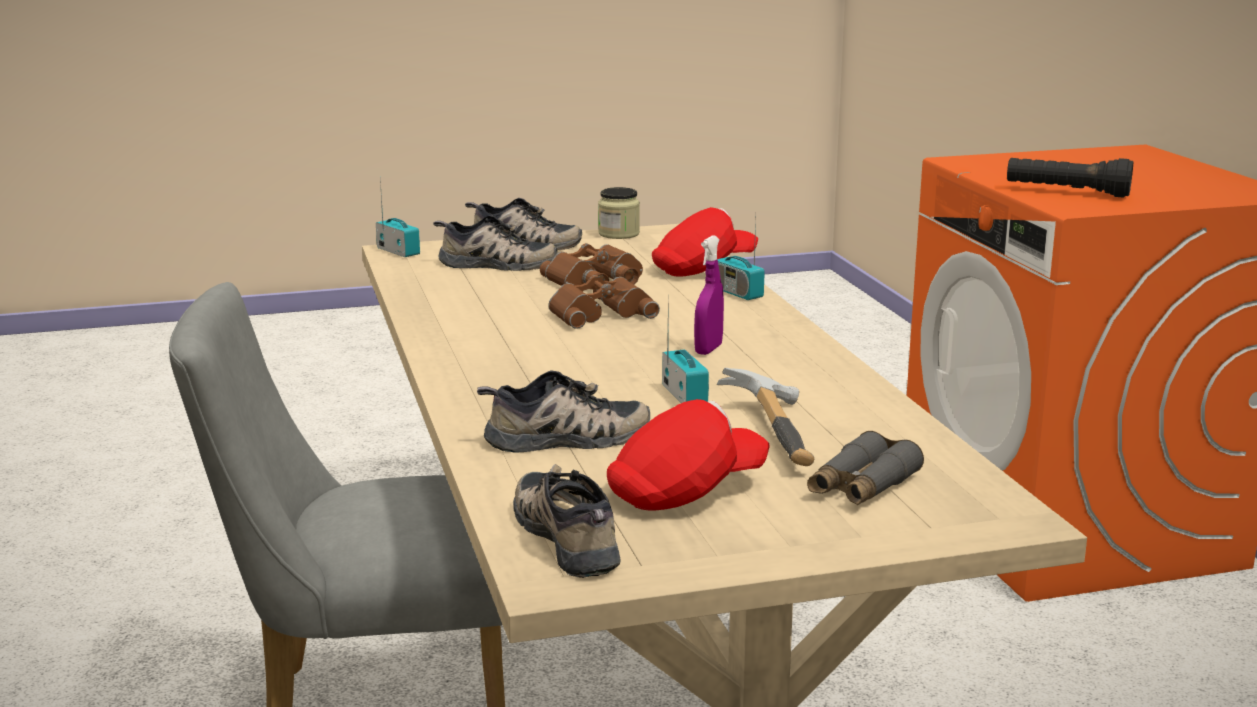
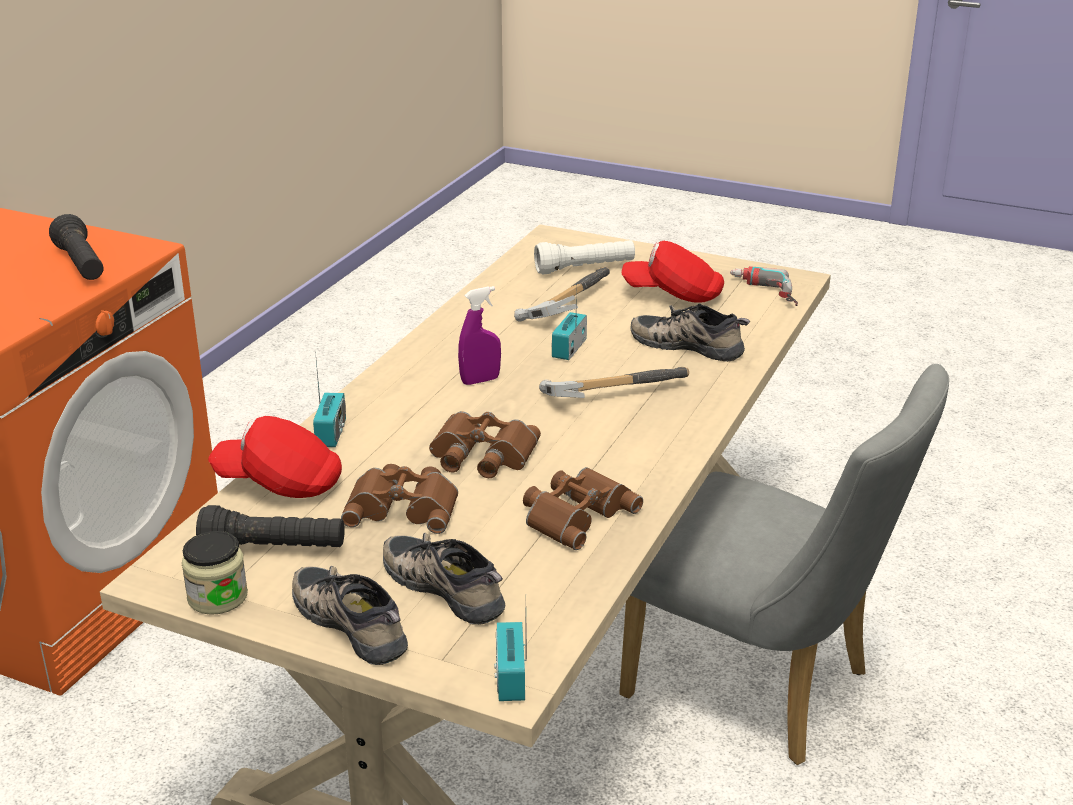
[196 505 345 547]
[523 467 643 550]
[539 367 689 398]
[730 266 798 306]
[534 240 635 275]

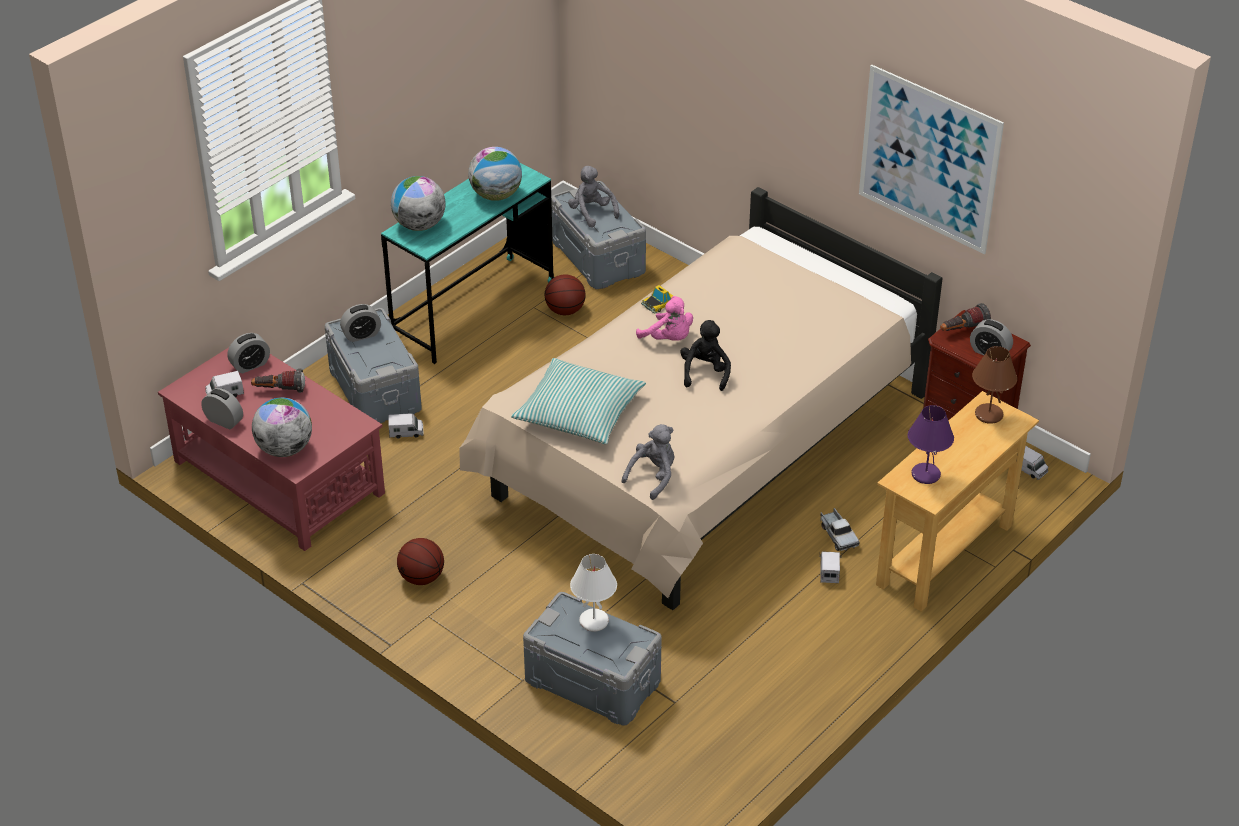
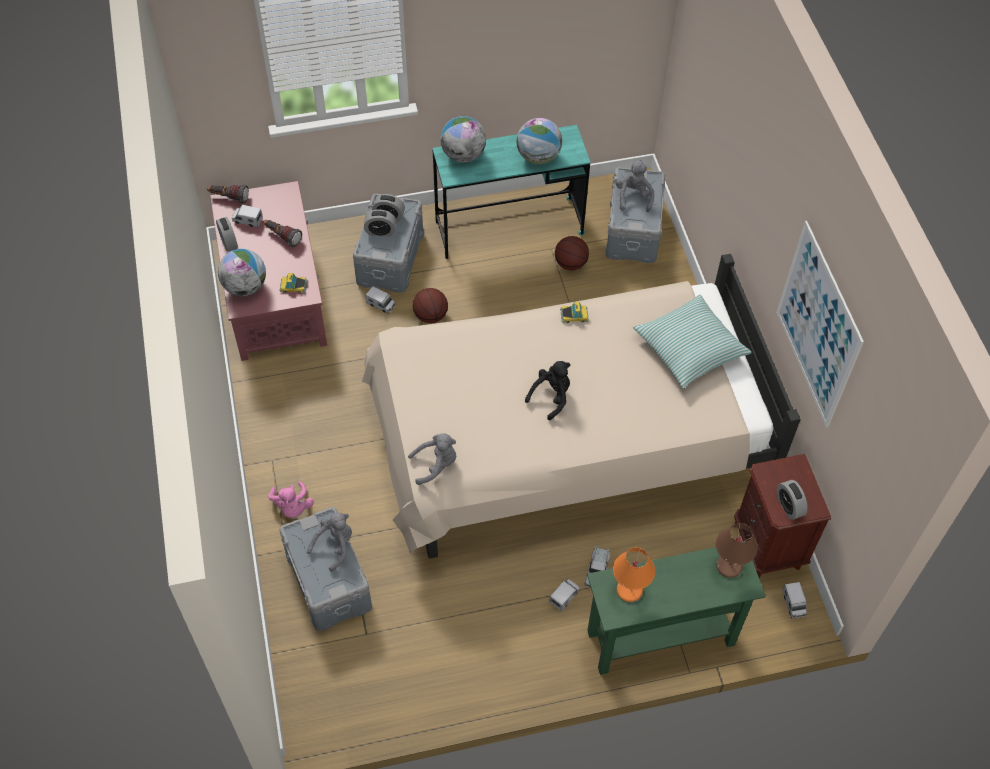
[279 273 308 293]
[364 209 396 236]
[413 288 448 323]
[633 294 752 389]
[268 481 314 518]
[207 185 249 204]
[307 513 352 572]
[587 541 766 675]
[613 547 655 602]

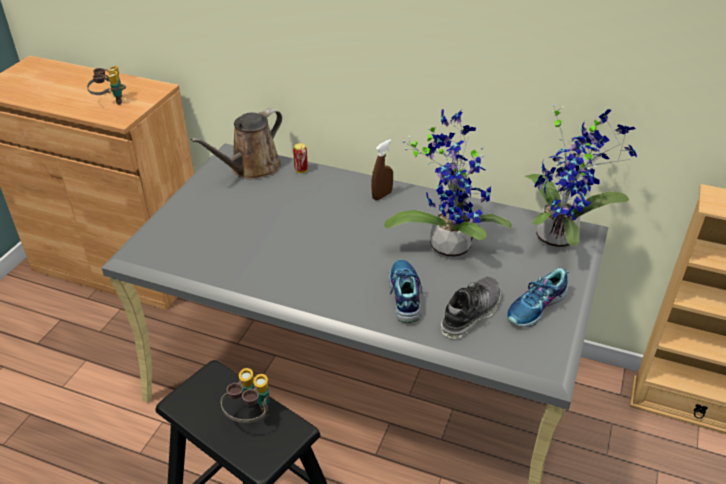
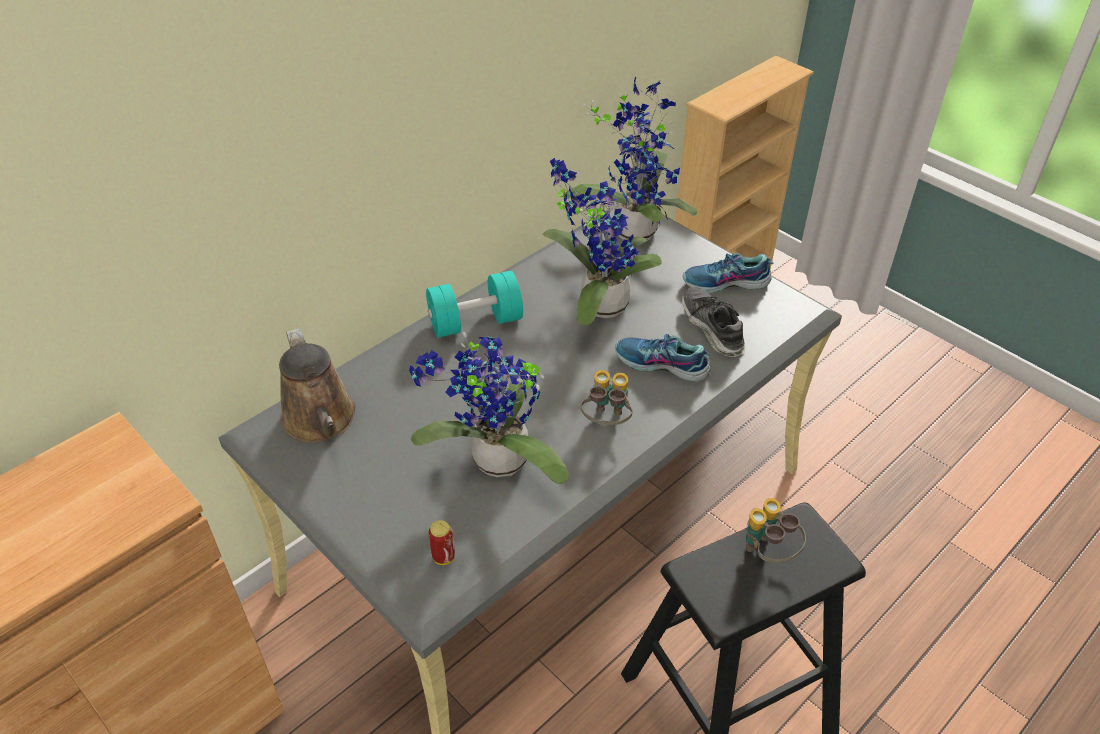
[409 332 569 484]
[581 370 632 425]
[428 520 455 565]
[426 271 523 338]
[683 253 773 293]

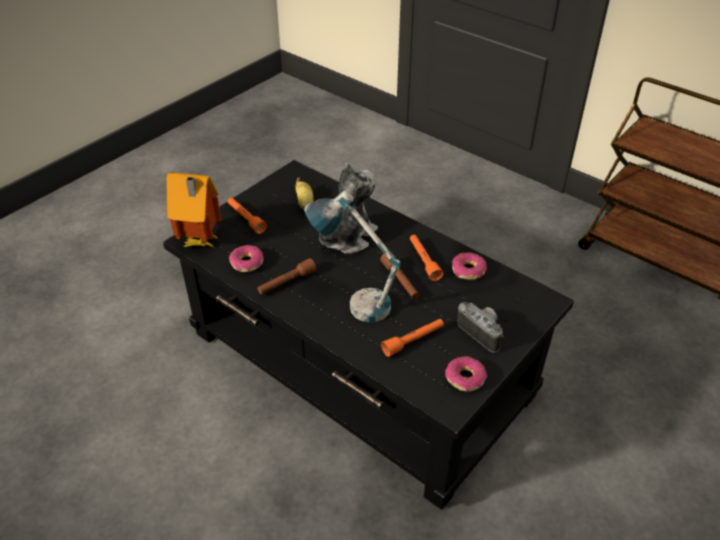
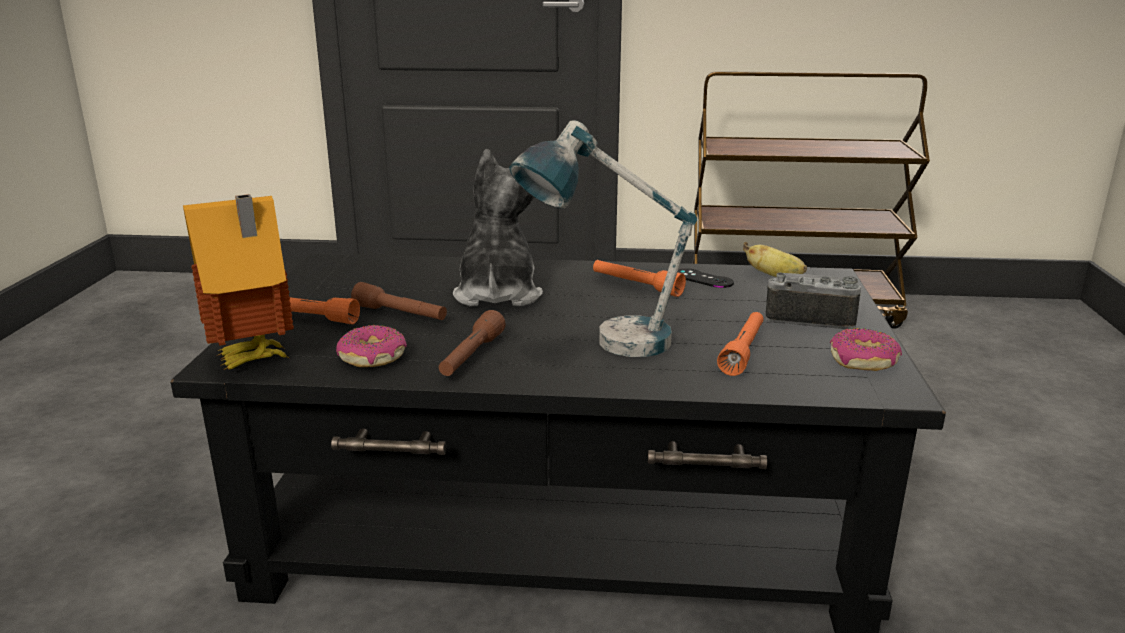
[743 242 807 277]
[351 282 447 320]
[678 269 734 288]

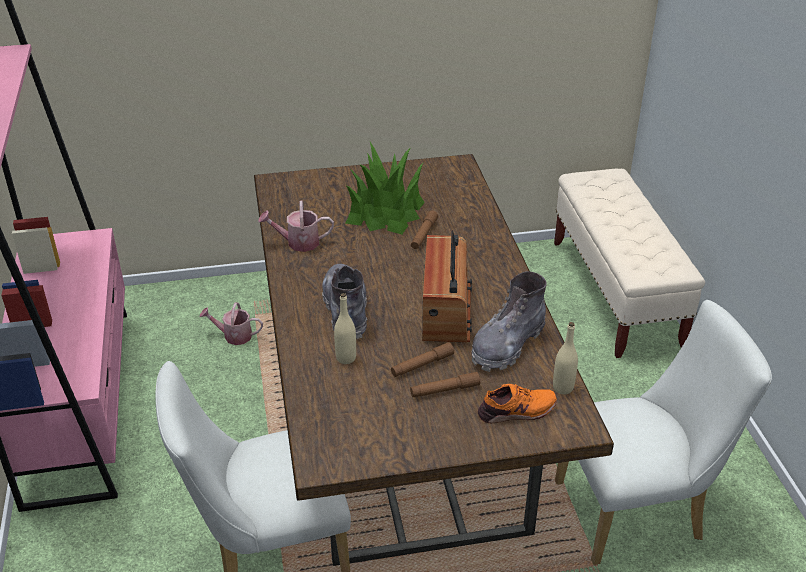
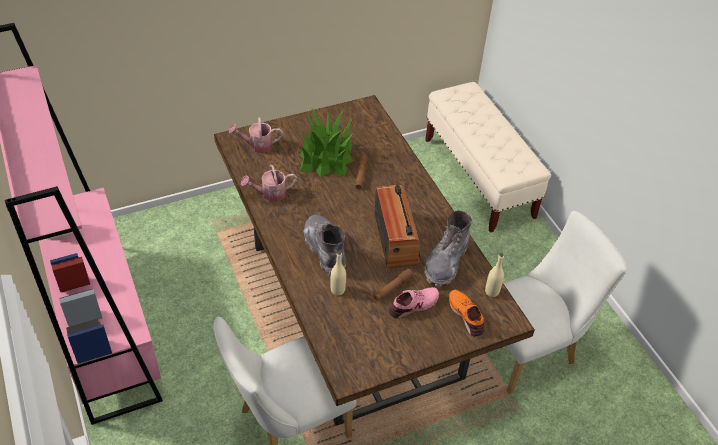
[228 117 283 153]
[389 287 439 319]
[449 290 484 337]

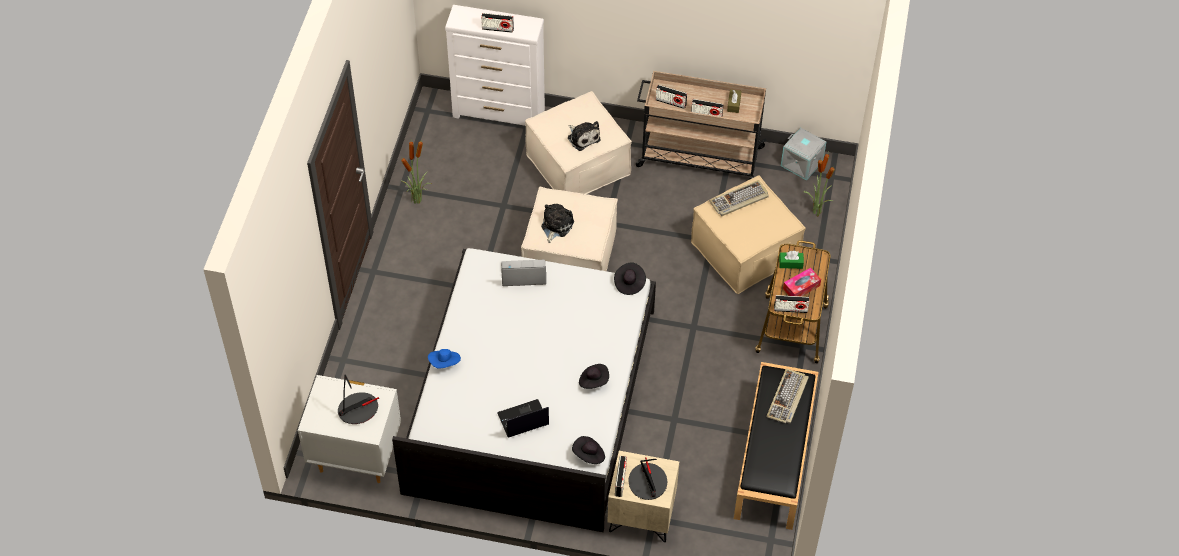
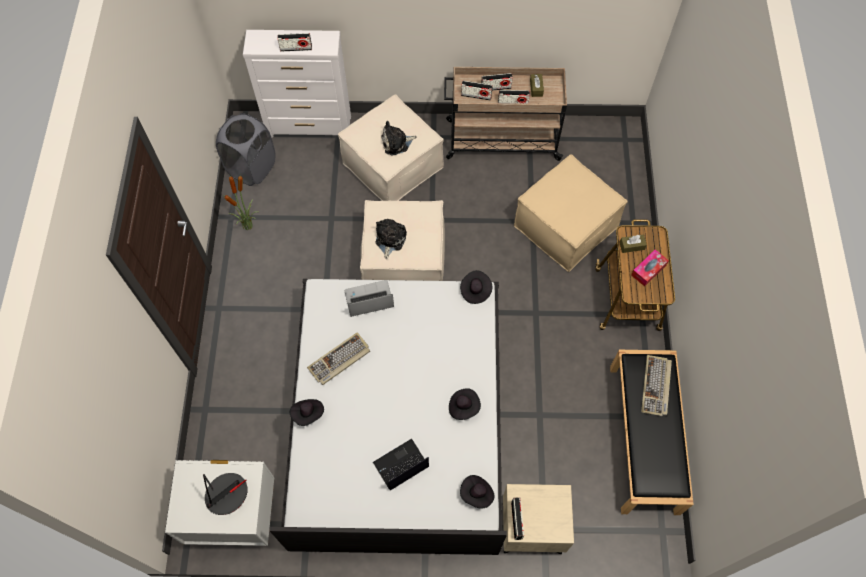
[628 457 667 500] (first image)
[781 127 826 181] (first image)
[804 152 835 217] (first image)
[216 113 276 186]
[307 332 370 385]
[481 73 513 91]
[290 399 324 426]
[619 234 647 253]
[381 121 417 155]

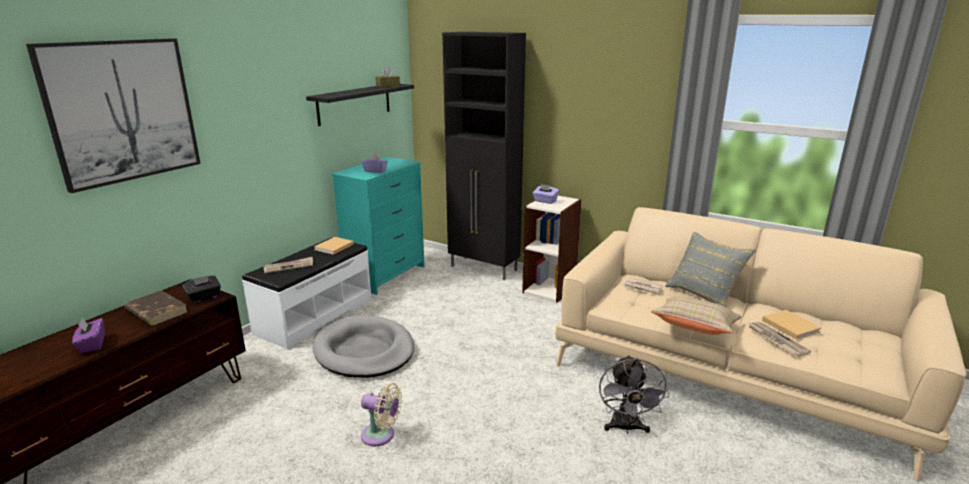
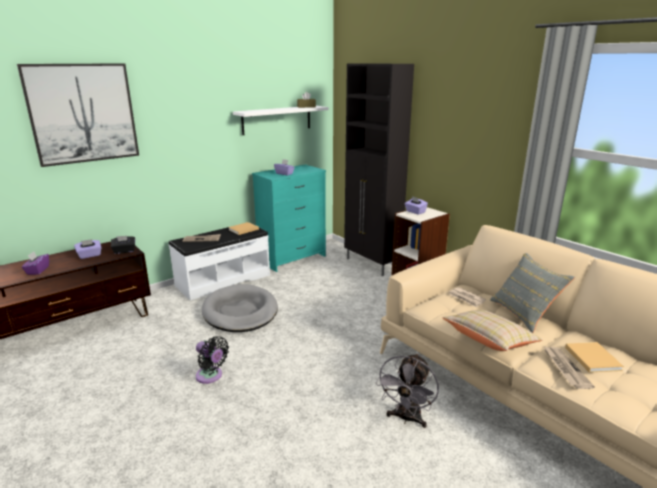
[74 239 102 259]
[233 106 329 135]
[196 336 229 384]

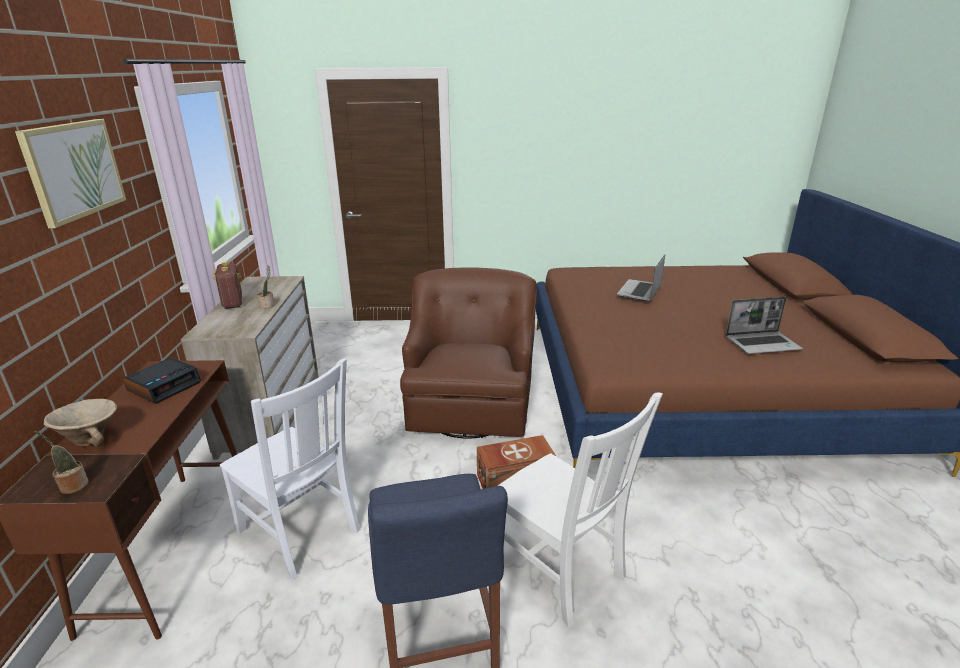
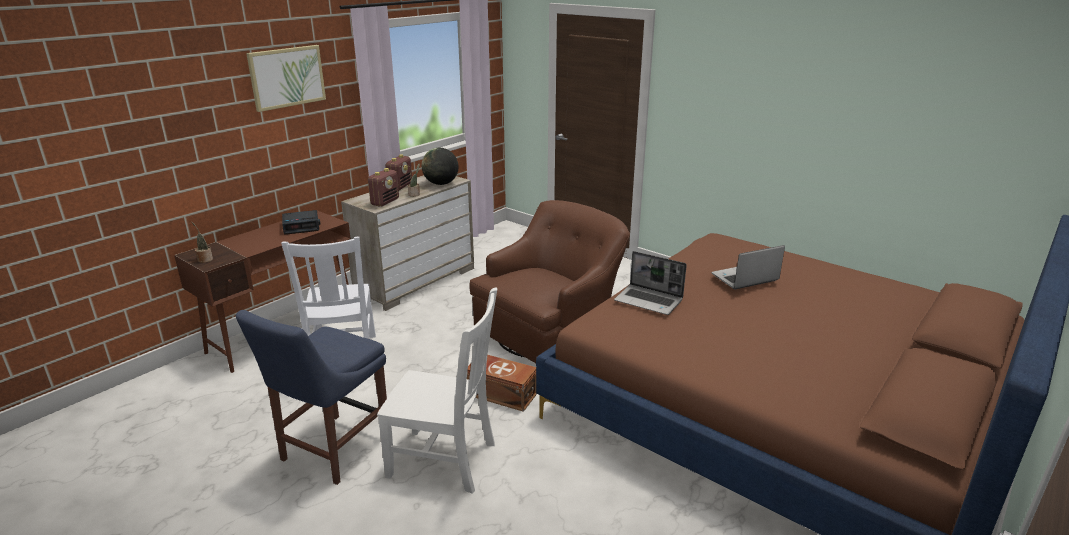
[44 399 117 447] (first image)
[368 168 399 206]
[422 148 459 185]
[614 251 687 315]
[377 287 497 494]

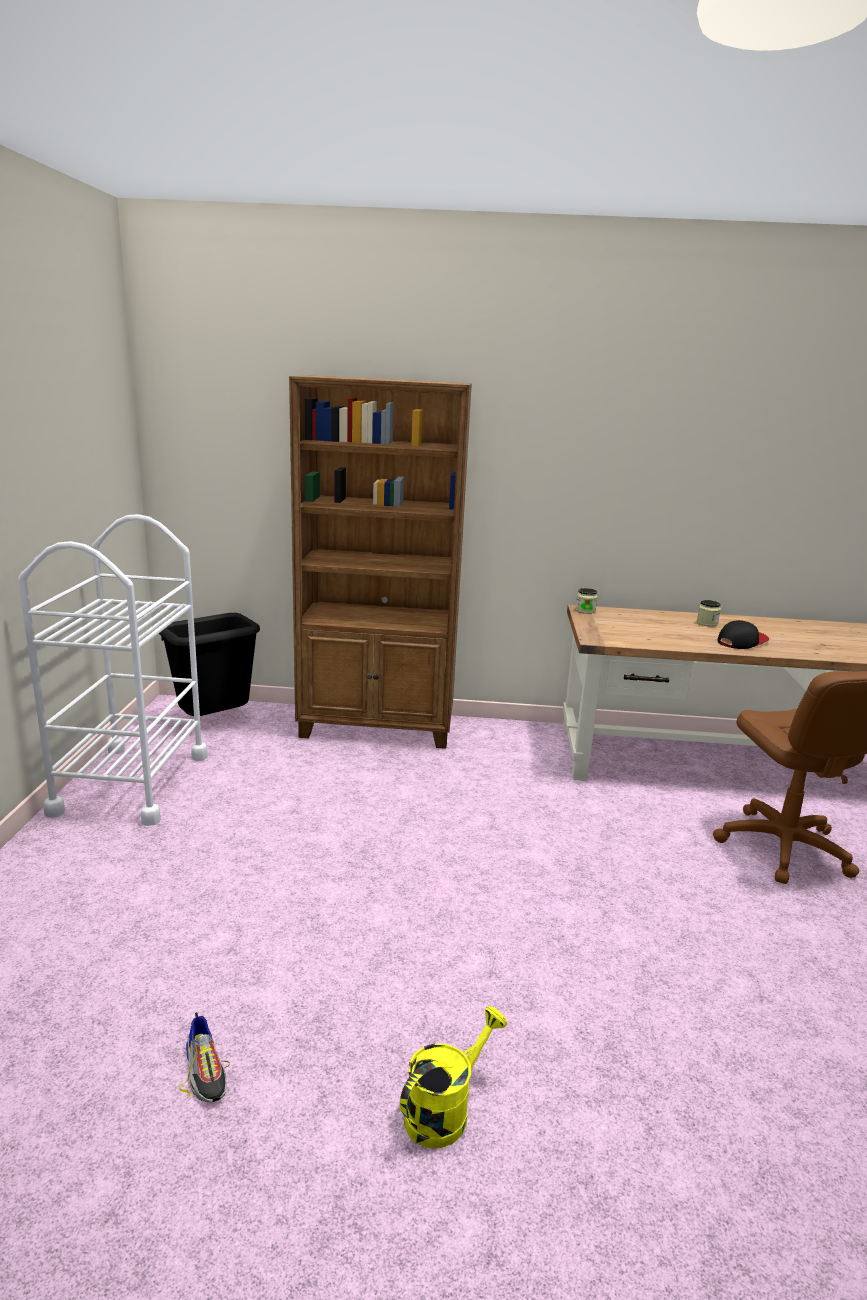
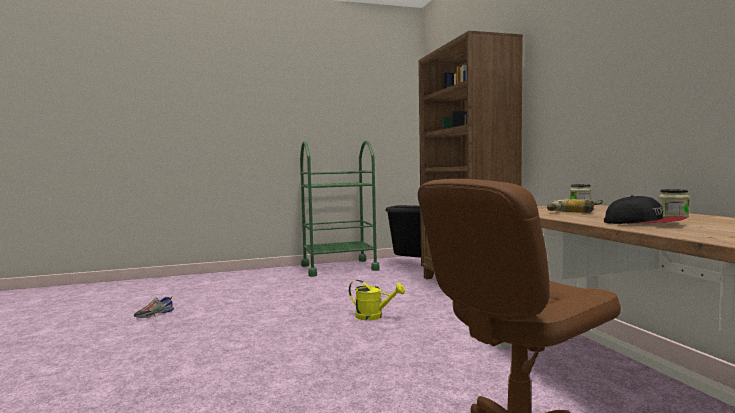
[547 198 603 213]
[349 280 405 320]
[300 140 379 277]

